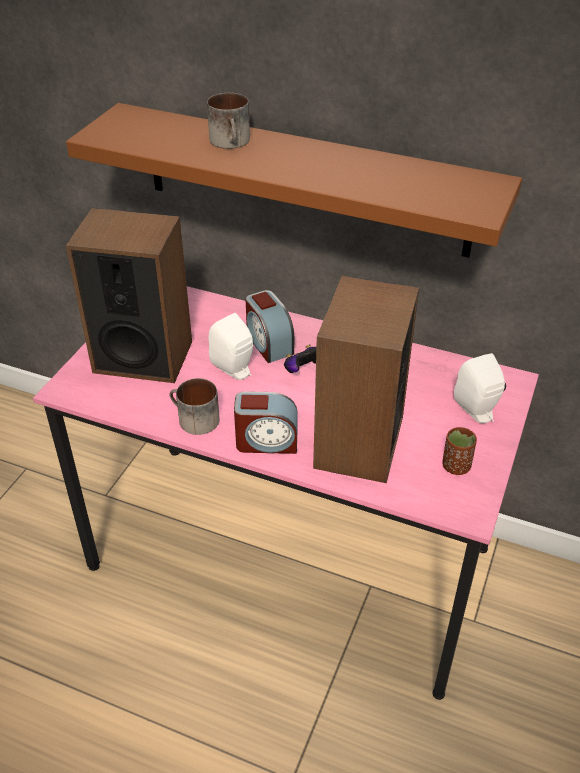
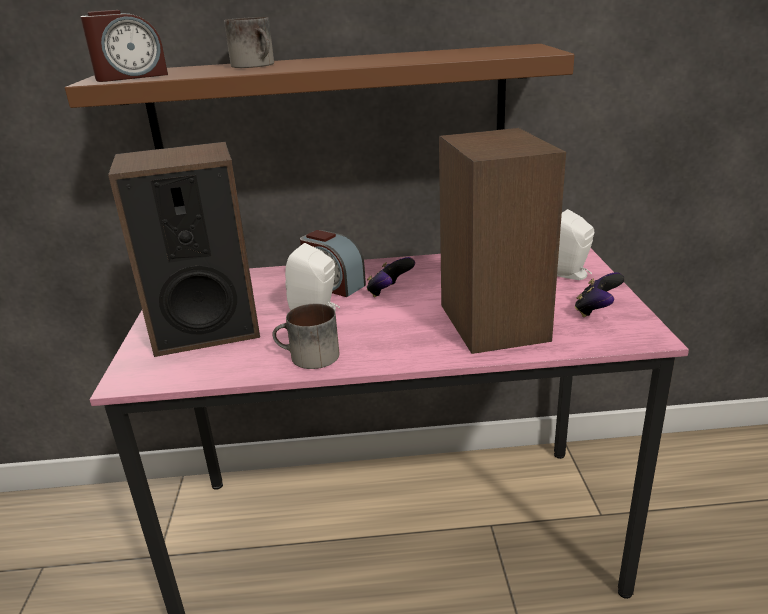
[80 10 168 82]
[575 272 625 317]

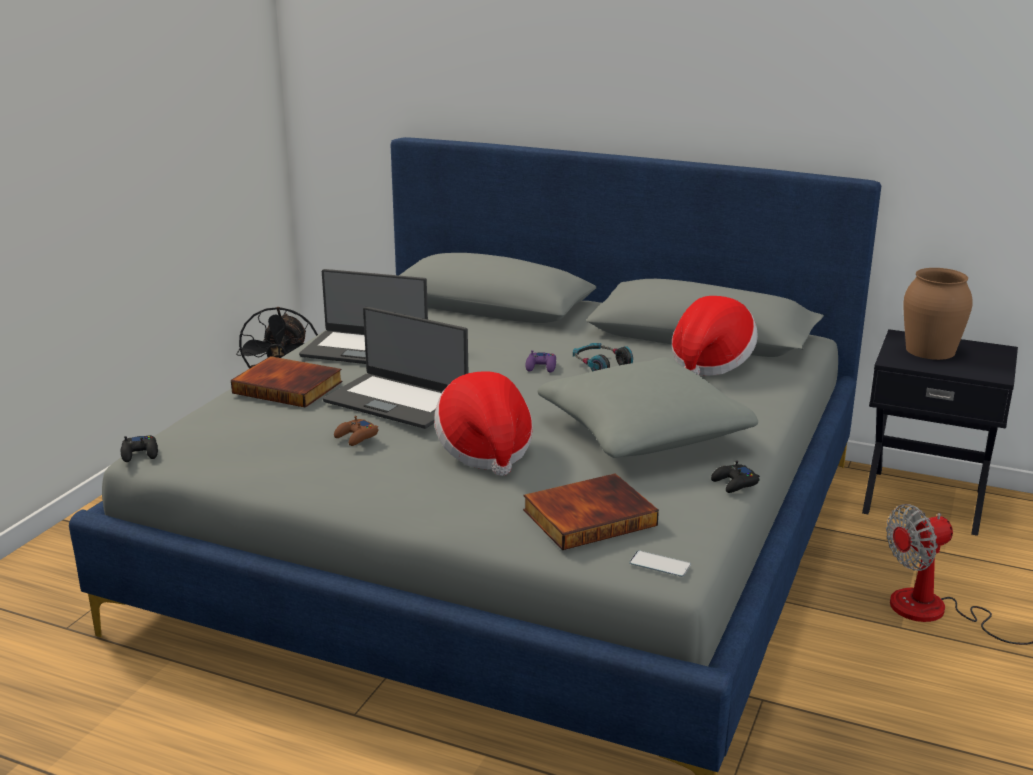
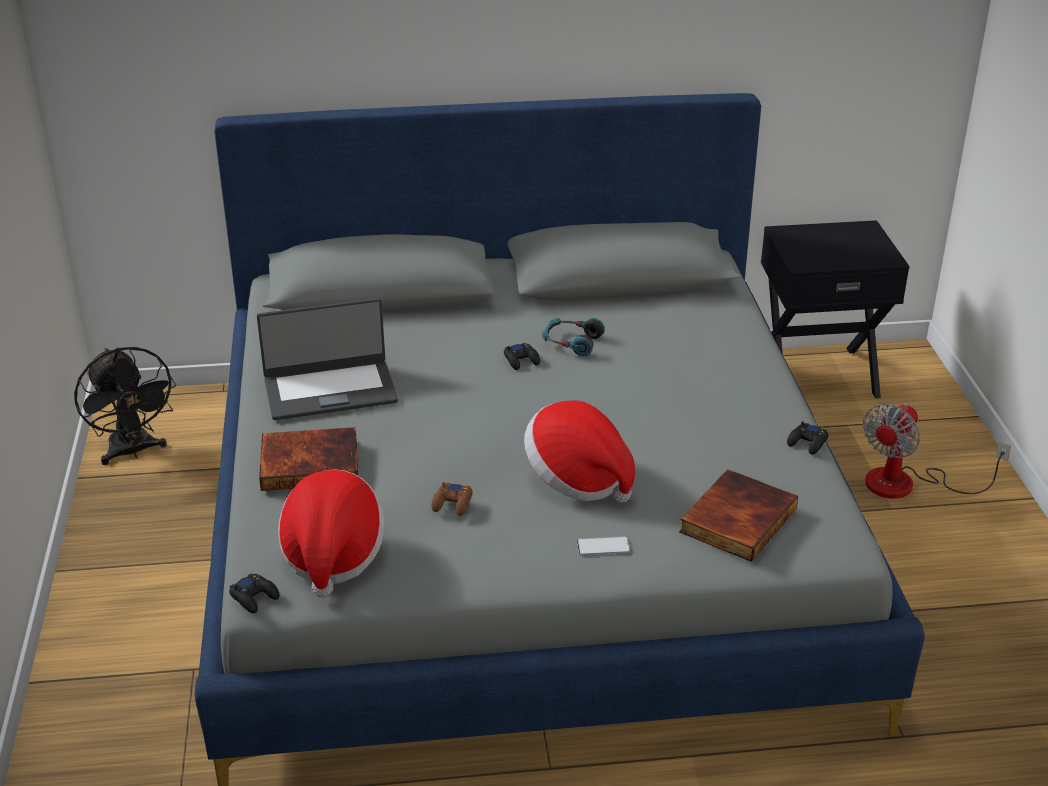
[323 307 468 429] (first image)
[537 357 758 458] (first image)
[904 268 973 360] (first image)
[577 536 630 555]
[278 469 384 597]
[504 343 540 370]

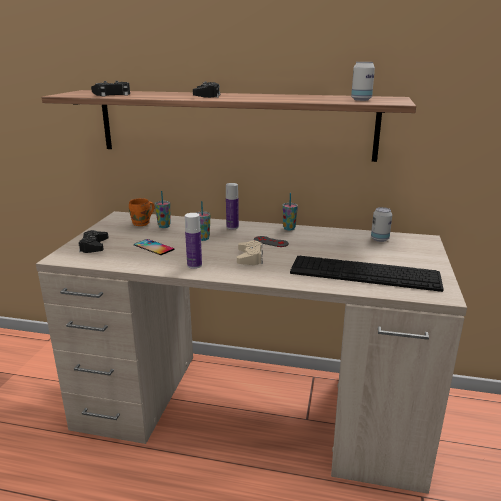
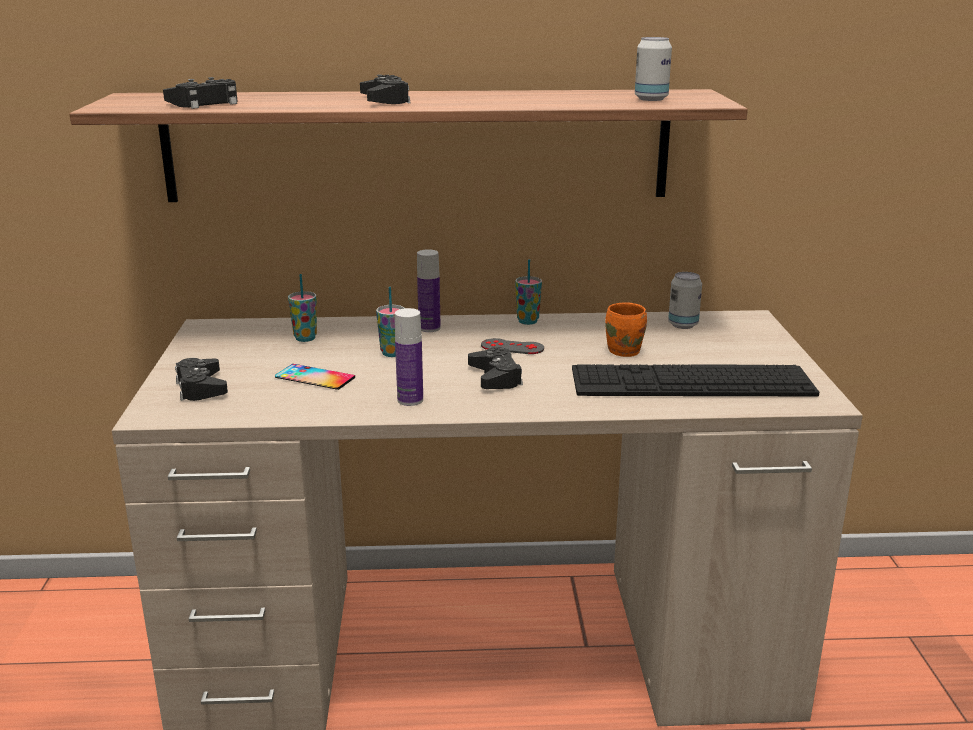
[605 302 647 357]
[468 347 523 389]

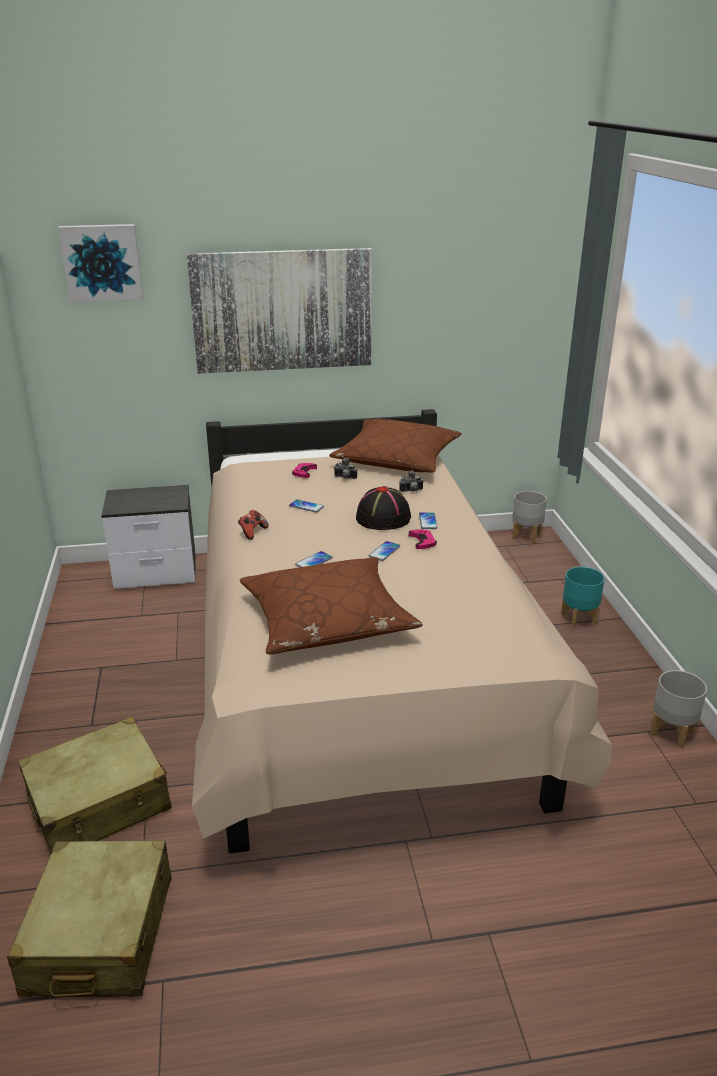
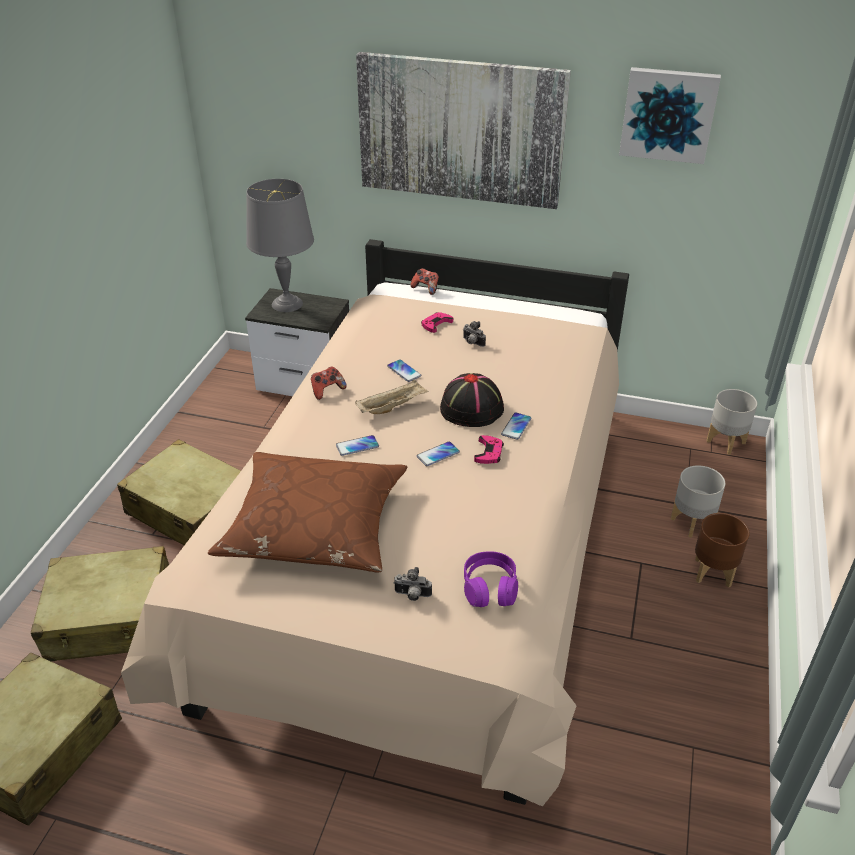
[329 419 462 473] (first image)
[117 439 241 545]
[246 179 314 312]
[355 380 429 414]
[410 268 439 295]
[464 551 518 607]
[619 67 721 164]
[394 567 432 601]
[670 465 725 538]
[695 513 750 588]

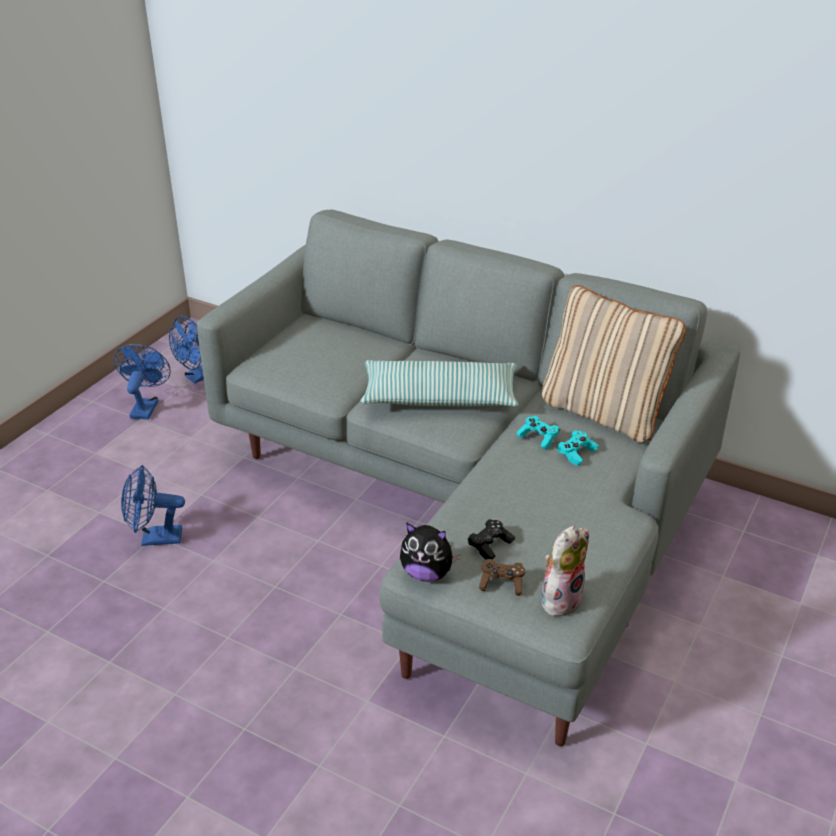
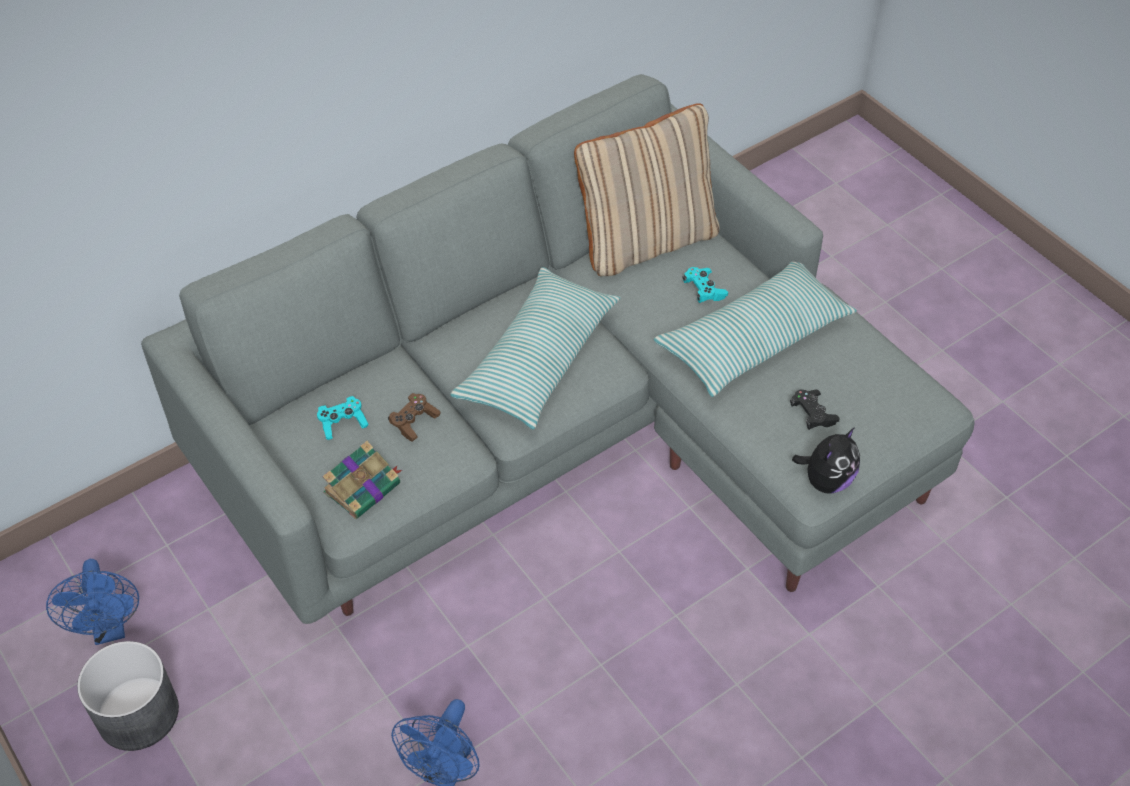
[541 526 589 618] (first image)
[322 441 402 519]
[654 262 857 397]
[388 393 440 442]
[317 396 369 440]
[77 641 179 751]

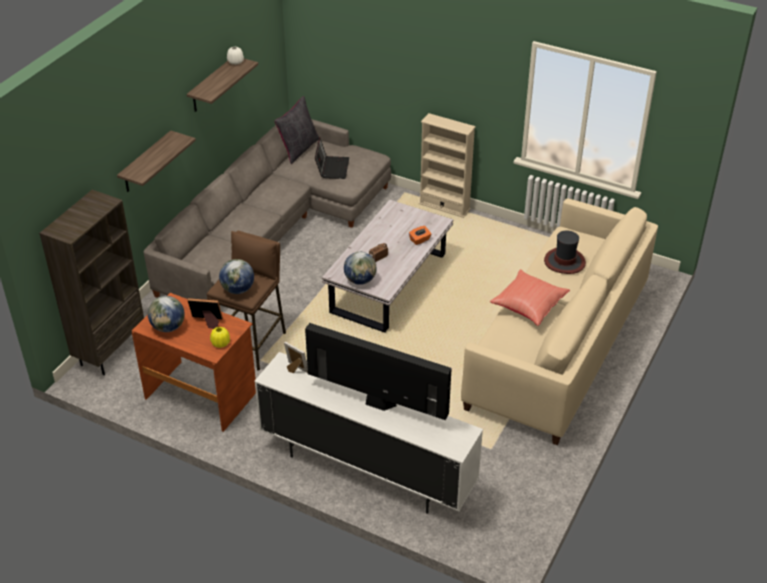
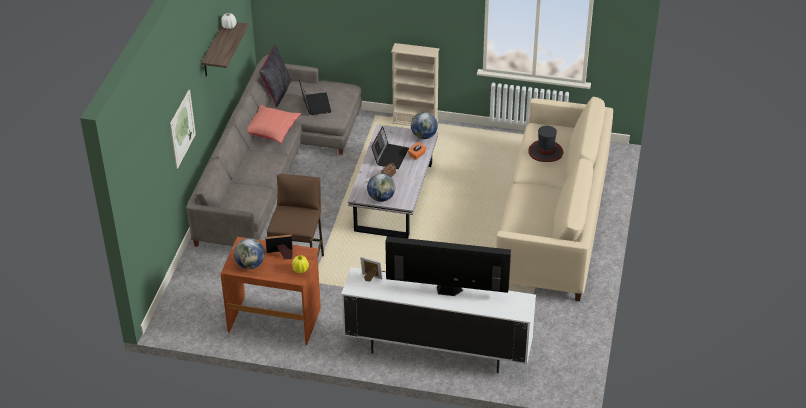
[39 190 144 375] (first image)
[371 126 409 169]
[411 112 438 139]
[248 105 301 143]
[170 89 196 169]

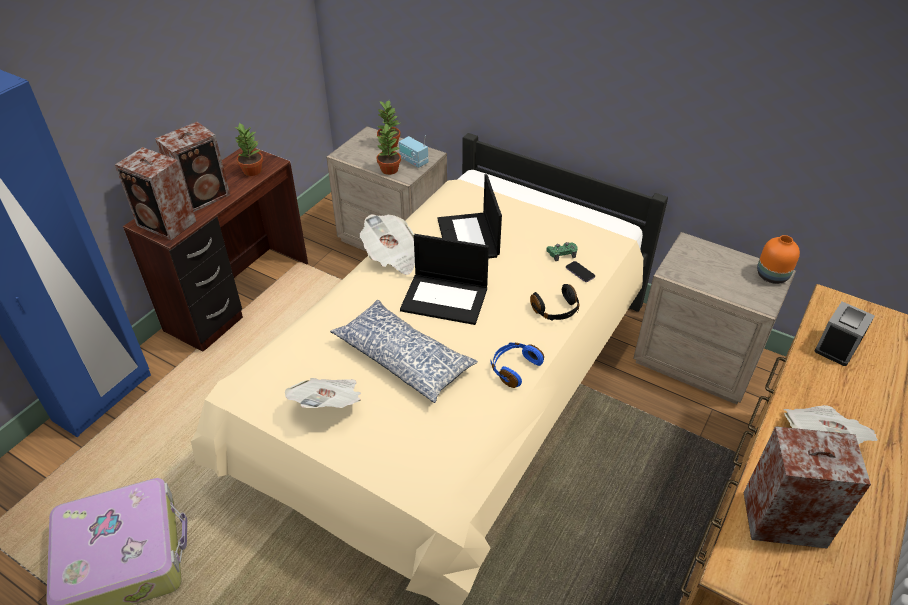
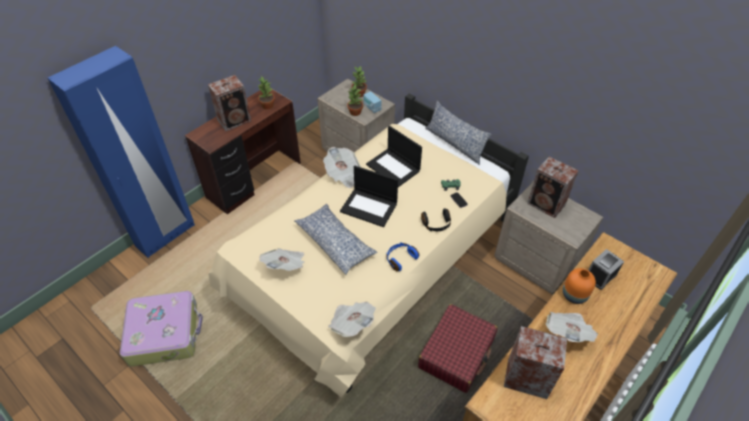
[328 302 376 337]
[418 304 498 393]
[425 101 492 165]
[527 156 578 218]
[563 268 596 304]
[366 126 422 187]

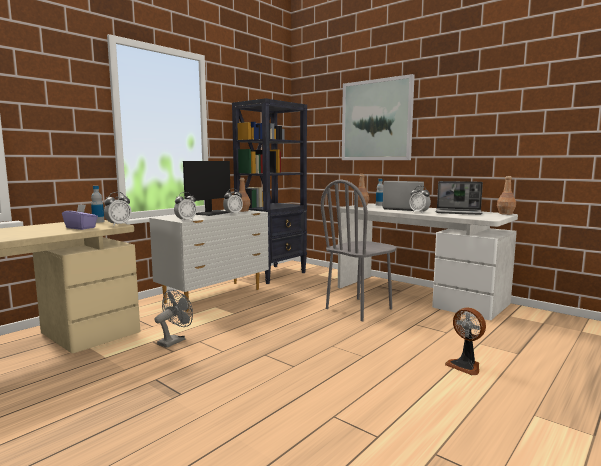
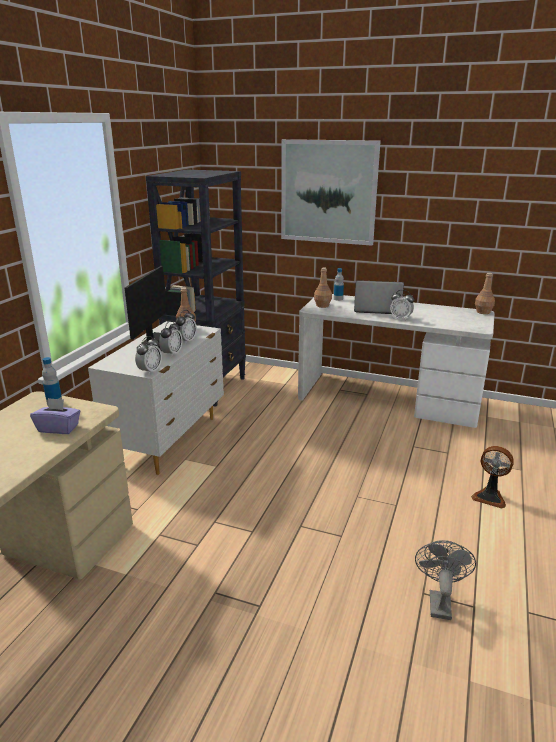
[321 179 396 321] (first image)
[436 181 483 215] (first image)
[159 321 183 357]
[415 540 476 620]

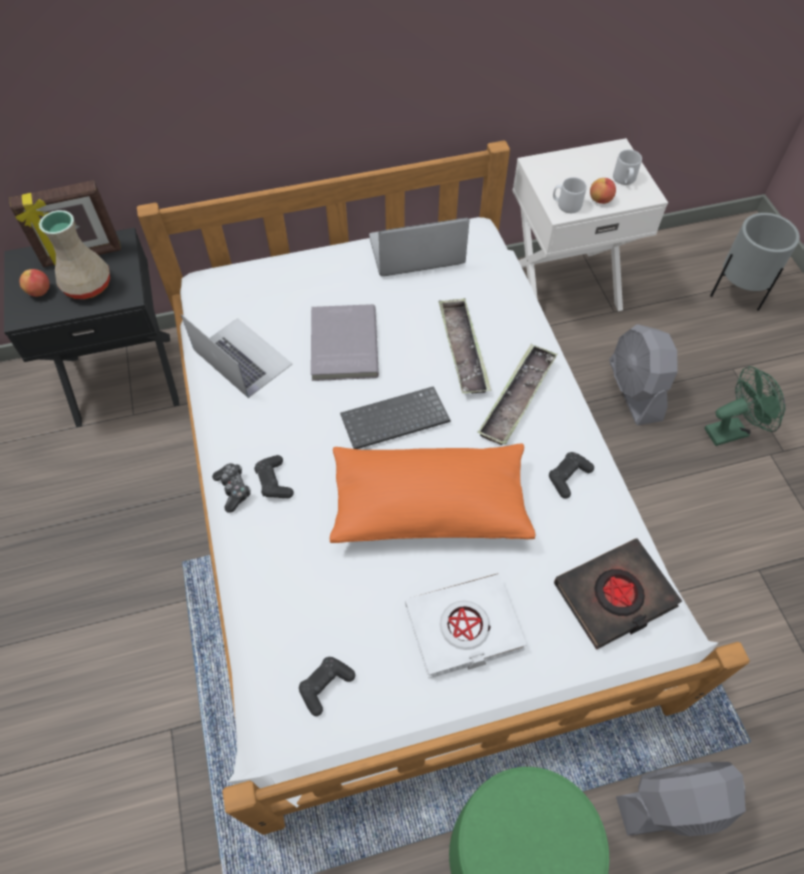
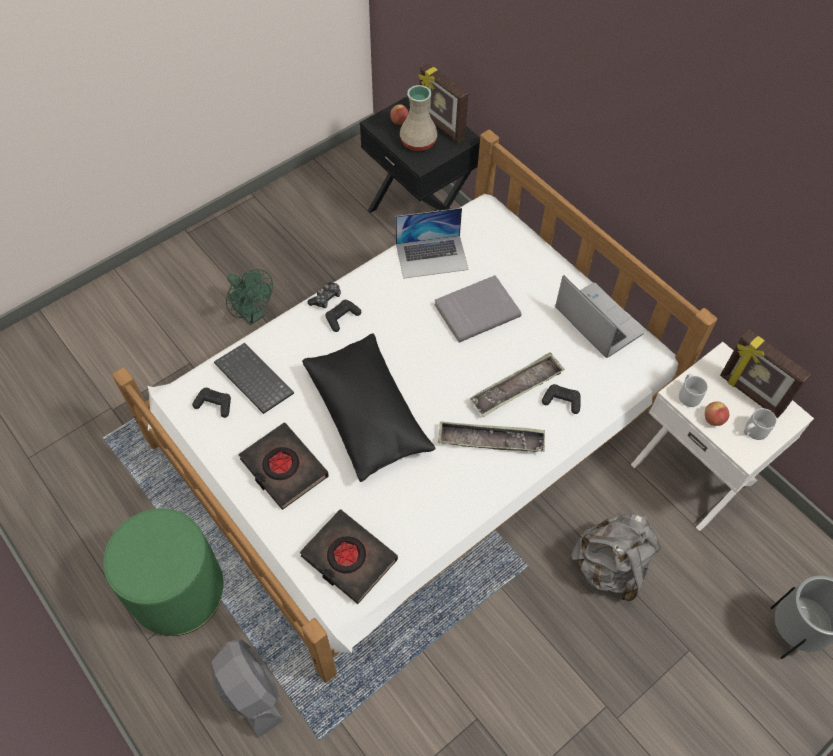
[720 330 811 418]
[214 343 294 414]
[542 384 581 414]
[226 269 273 325]
[571 513 661 601]
[302 333 436 482]
[238 423 329 510]
[395 208 469 279]

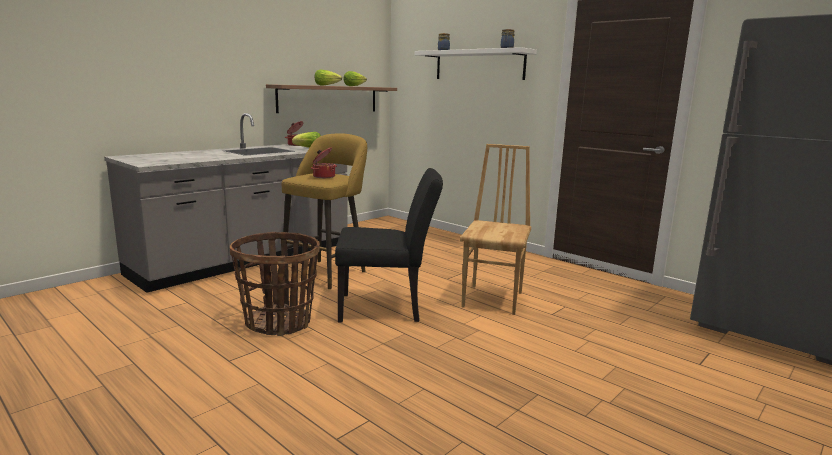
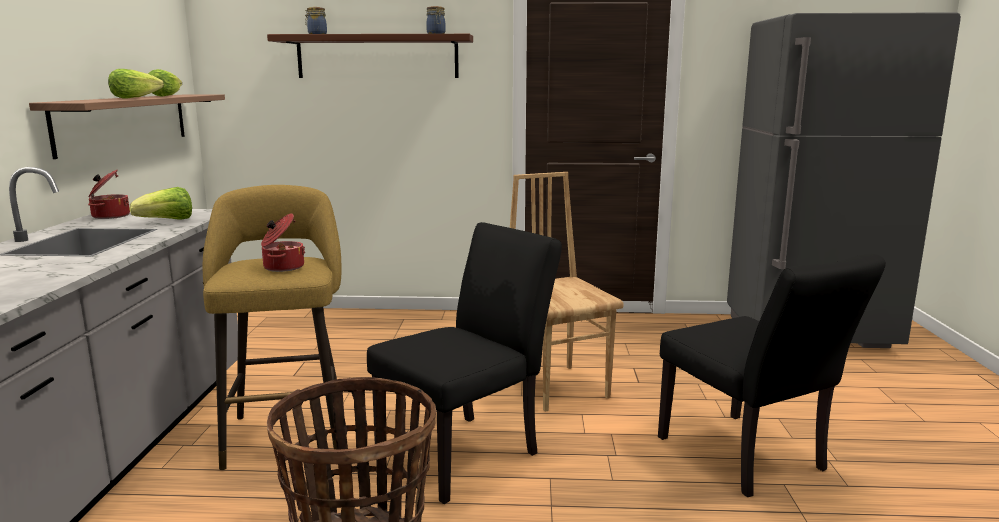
[658 253 886 497]
[267 34 473 78]

